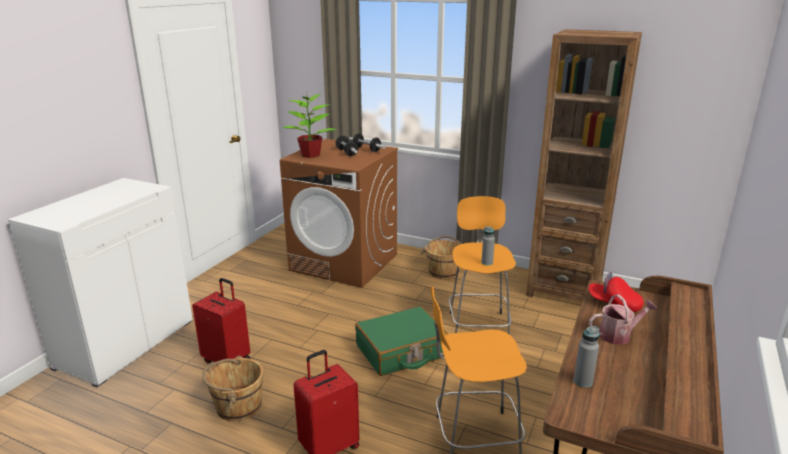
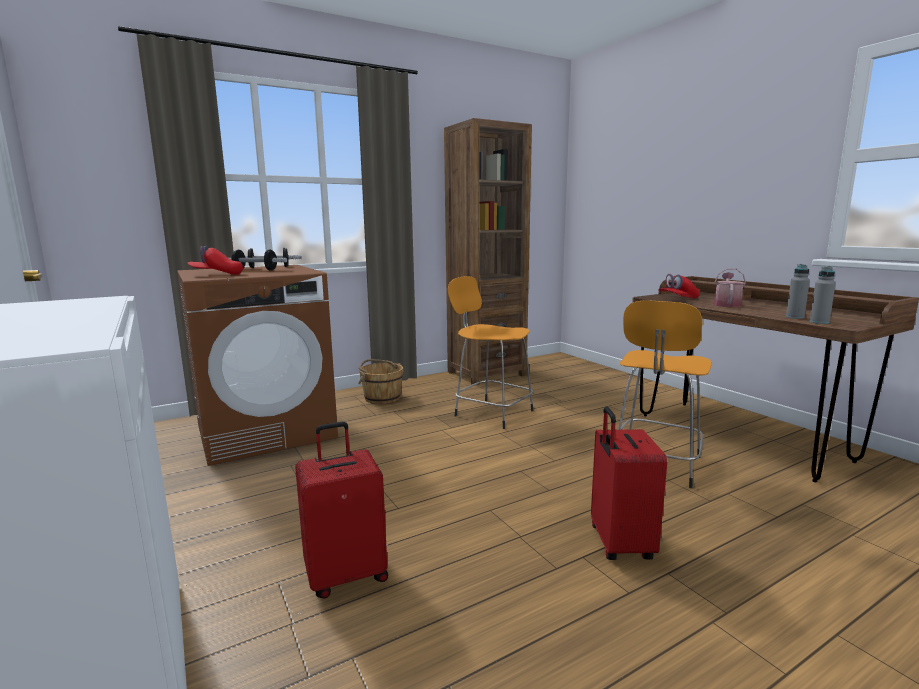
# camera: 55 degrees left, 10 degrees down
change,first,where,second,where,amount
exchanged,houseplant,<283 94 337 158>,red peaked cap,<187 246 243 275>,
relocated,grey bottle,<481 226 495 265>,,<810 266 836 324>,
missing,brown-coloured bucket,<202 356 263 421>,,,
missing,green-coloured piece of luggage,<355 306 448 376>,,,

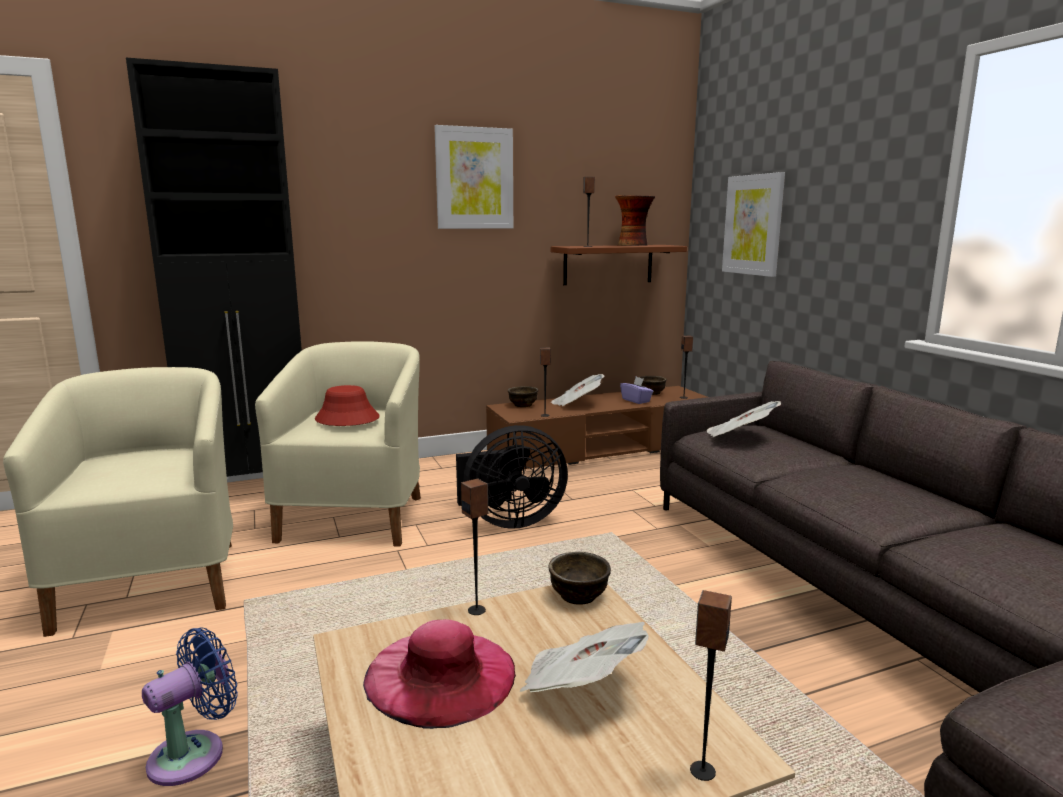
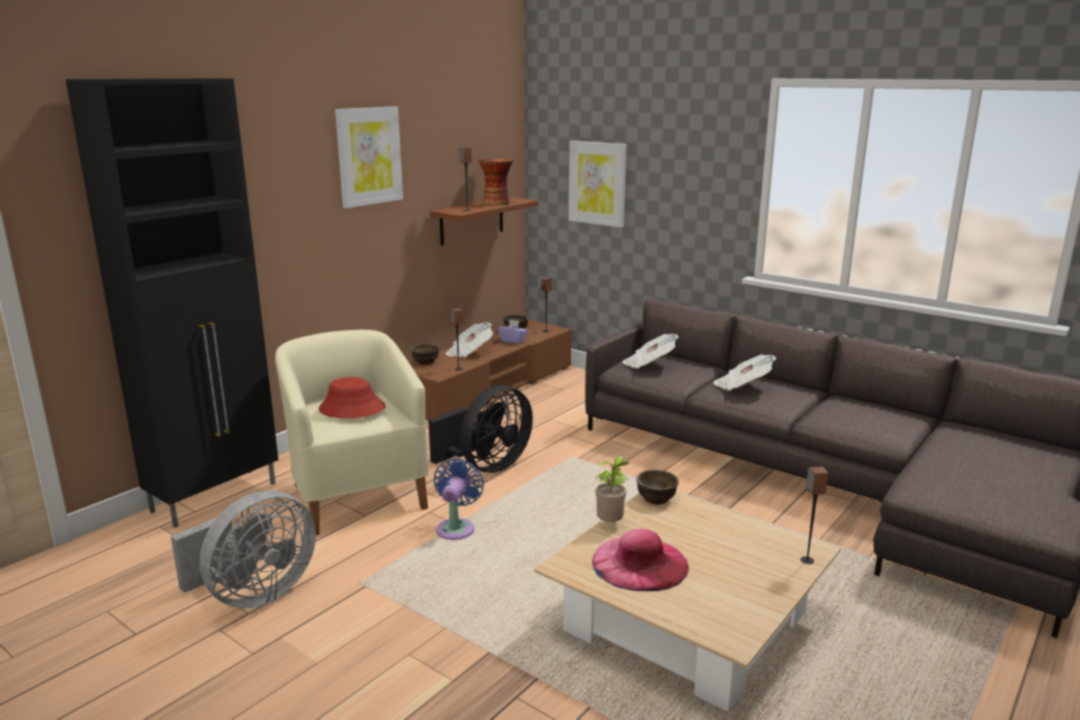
# camera: 30 degrees left, 5 degrees up
change,first,where,second,where,amount
exchanged,beige lounge chair,<3 367 233 637>,grey fan,<171 490 316 608>,
relocated,blue fan,<142 627 238 786>,,<434 458 484 540>,
exchanged,loudspeaker,<461 479 488 615>,houseplant,<596 456 629 522>,
relocated,newspaper,<519 622 649 692>,,<713 354 776 391>,

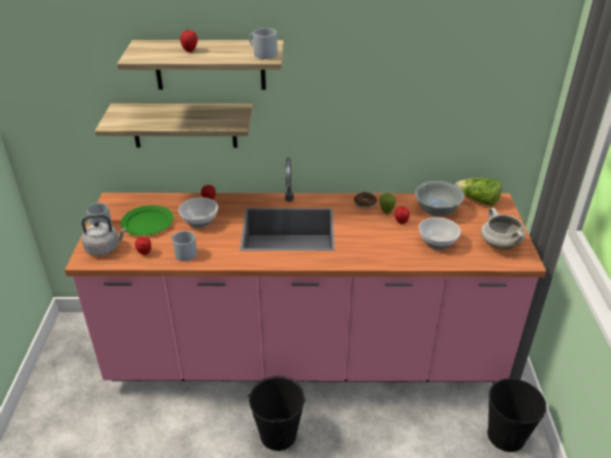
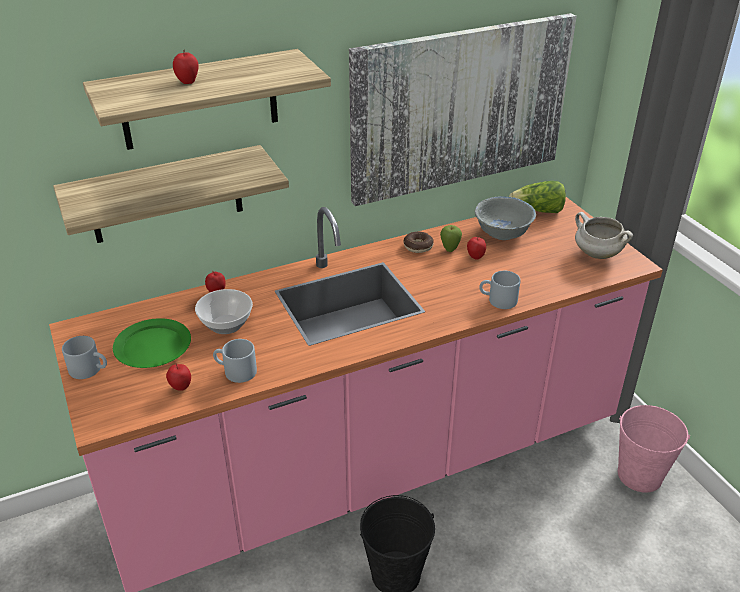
# camera: 25 degrees left, 0 degrees up
change,first,where,second,where,amount
appeared,,,picture,<349 13 577 206>,
relocated,grey coffee mug,<249 28 278 59>,,<479 271 521 309>,
colour,blackish bucket,<487 378 547 452>,pinkish bucket,<618 405 690 493>,
missing,grey tea kettle,<81 214 127 256>,,,
missing,bowl,<419 217 461 250>,,,

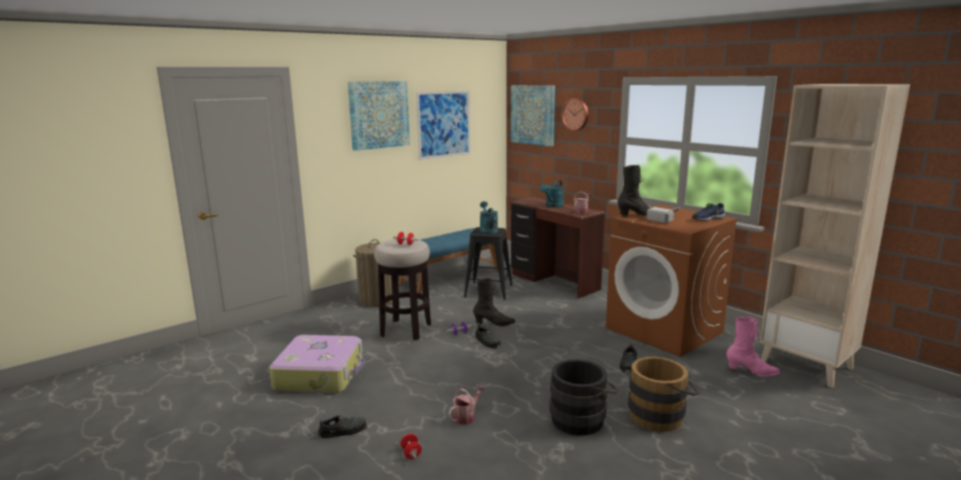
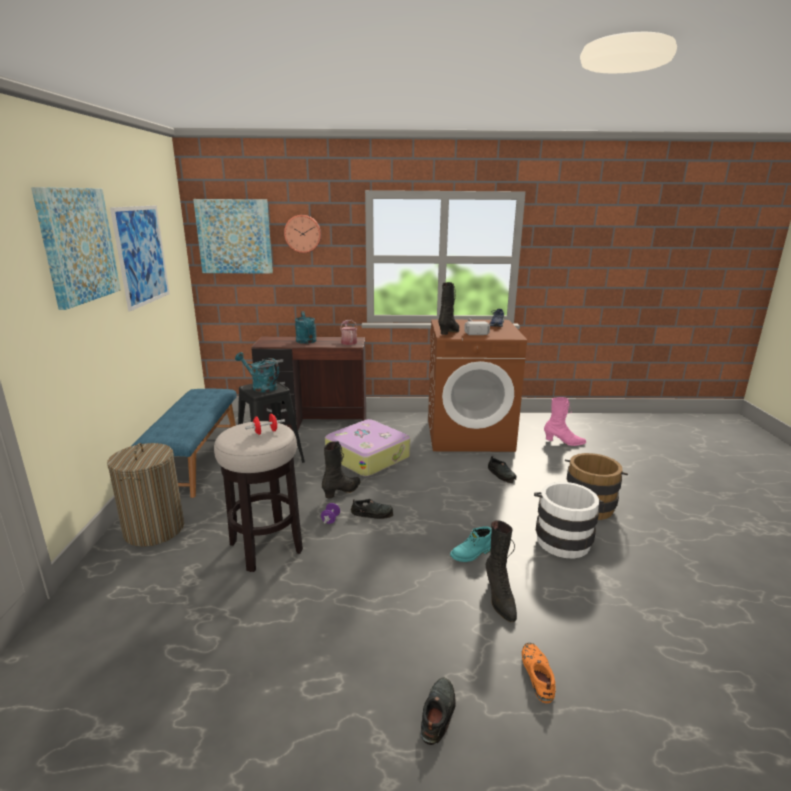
# camera: 50 degrees left, 5 degrees up
change,first,where,second,where,amount
relocated,piece of luggage,<269 335 365 394>,,<325 419 410 477>,
appeared,,,turquoise-coloured high-top boot,<450 526 492 562>,
exchanged,watering can,<448 385 485 425>,blackish high-top boot,<486 520 517 622>,
exchanged,red dumbbell,<401 434 422 459>,orangey item of footwear,<522 643 556 703>,
colour,blackish bucket,<549 360 618 436>,whitish bucket,<534 482 604 558>,
spun,pinkish high-top boot,<726 317 780 377>,,<544 397 586 446>,45 degrees clockwise
missing,beige bookshelf,<759 84 910 388>,,,

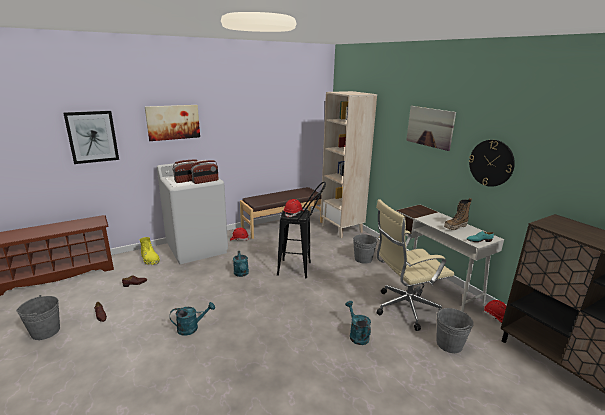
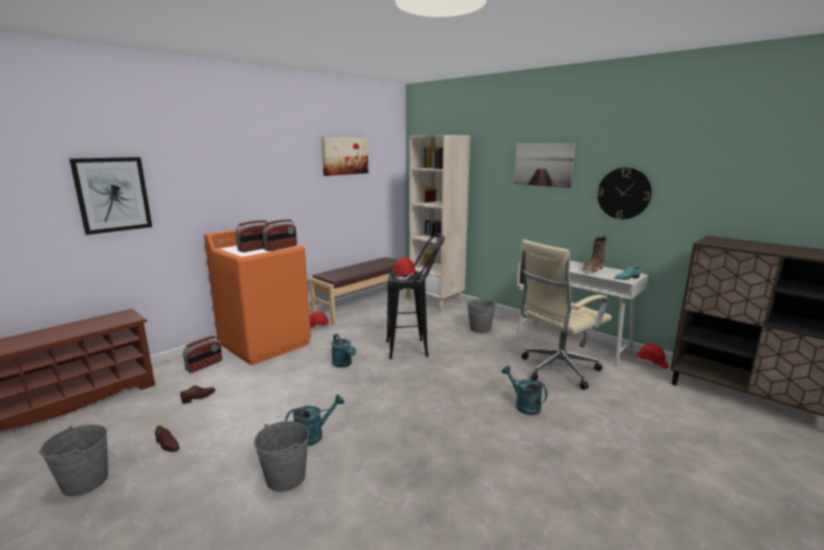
# camera: 15 degrees left, 5 degrees down
change,first,where,second,where,amount
exchanged,yellow high-top boot,<140 237 160 265>,radio set,<183 336 222 373>,
colour,whitish washing machine,<157 160 228 264>,orangey washing machine,<204 225 311 365>,
relocated,grey bucket,<437 308 474 353>,,<254 421 309 492>,
relocated,picture,<145 105 200 141>,,<321 137 368 176>,

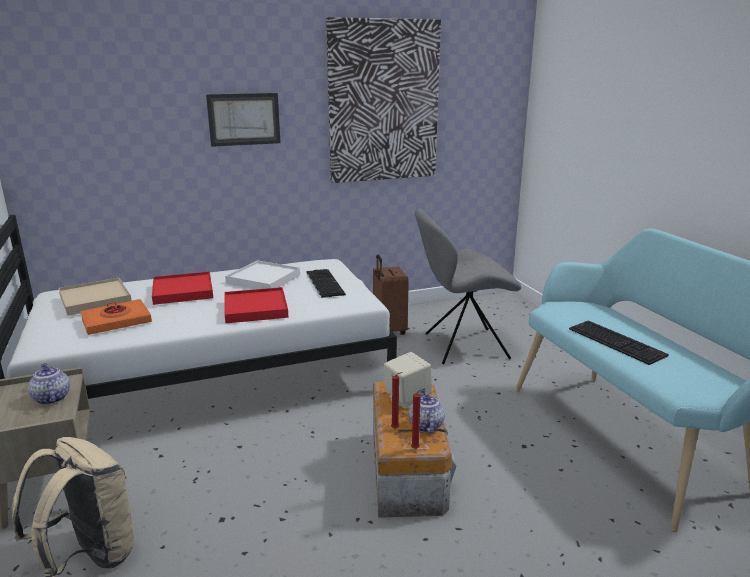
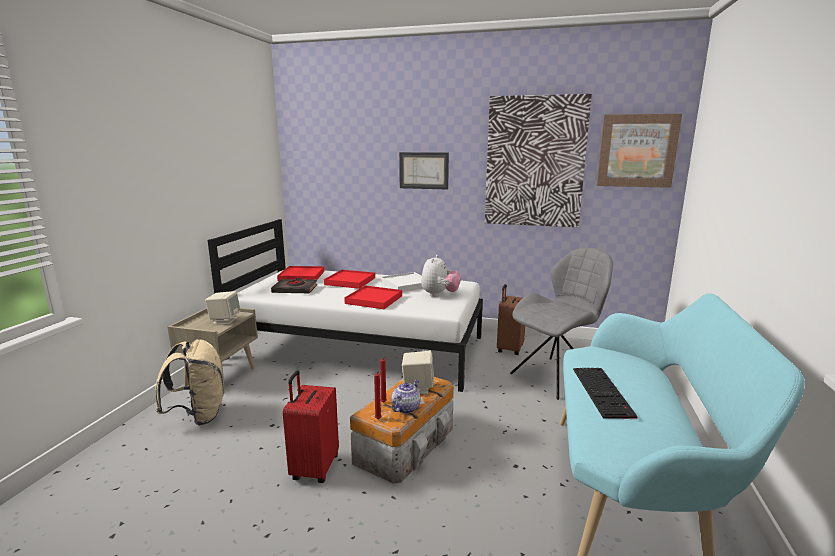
# camera: 35 degrees right, 5 degrees down
change,first,where,second,where,amount
exchanged,teapot,<28 363 70 405>,beige loudspeaker,<205 291 241 325>,
colour,orangey volume,<80 299 152 335>,blackish volume,<271 278 317 293>,
colour,beige carrying tray,<59 278 132 316>,red carrying tray,<277 266 324 281>,
appeared,,,red piece of luggage,<283 370 339 483>,
exchanged,PC keyboard,<307 269 346 298>,cuddly toy,<421 255 461 297>,
spun,grey upright chair,<415 209 521 364>,,<510 248 613 400>,120 degrees clockwise
appeared,,,picture,<597 114 682 188>,

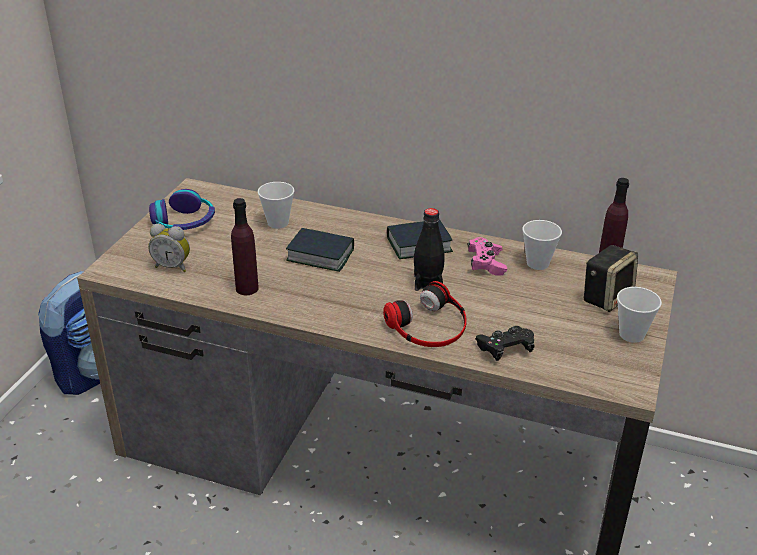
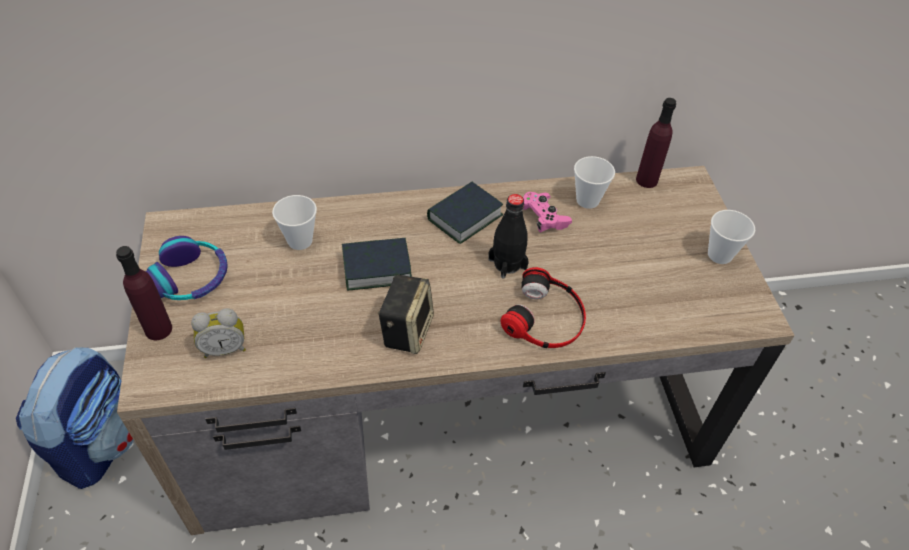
# camera: 30 degrees left, 15 degrees up
change,first,where,second,where,amount
relocated,purplish bottle,<231 198 259 295>,,<116 246 172 340>,
relocated,loudspeaker,<583 245 638 312>,,<378 275 434 354>,
missing,blackish gamepad,<475 326 535 361>,,,

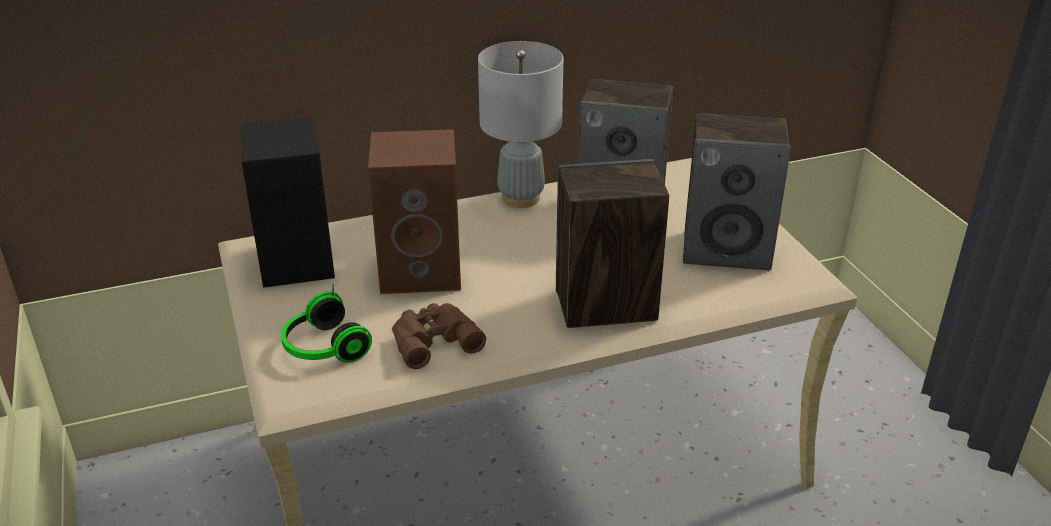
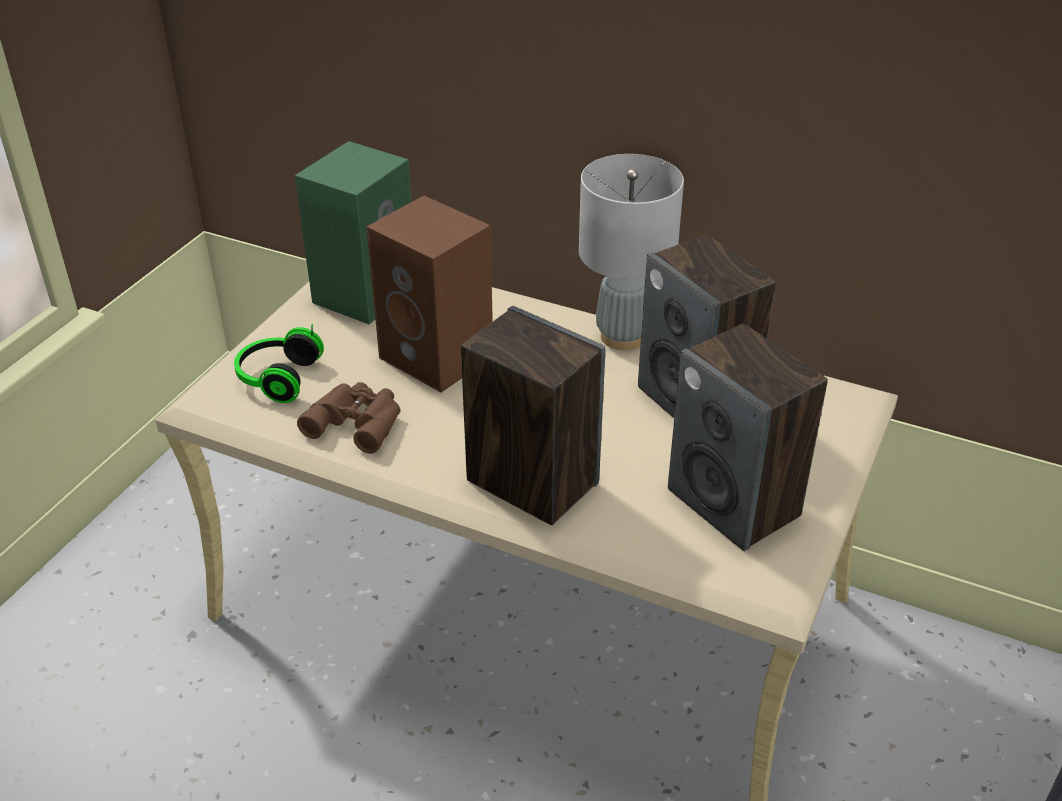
# camera: 45 degrees right, 5 degrees up
change,first,where,second,where,amount
colour,blackish loudspeaker,<240 117 335 288>,green-coloured loudspeaker,<295 141 411 325>,

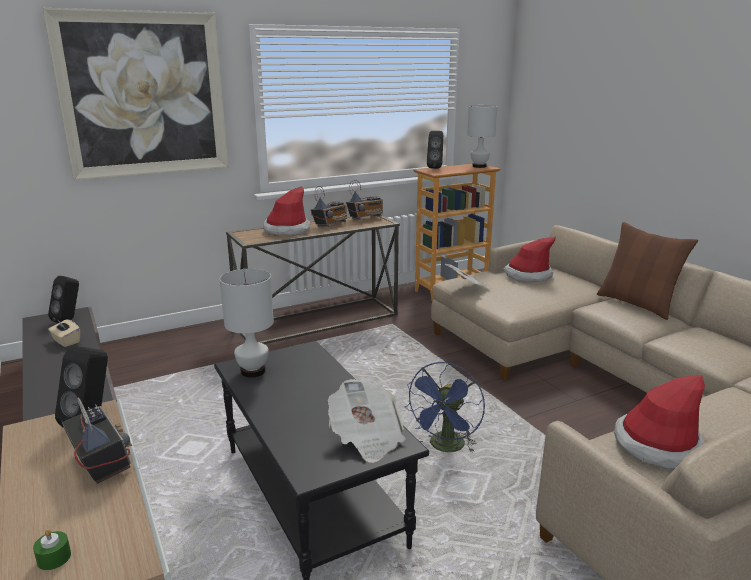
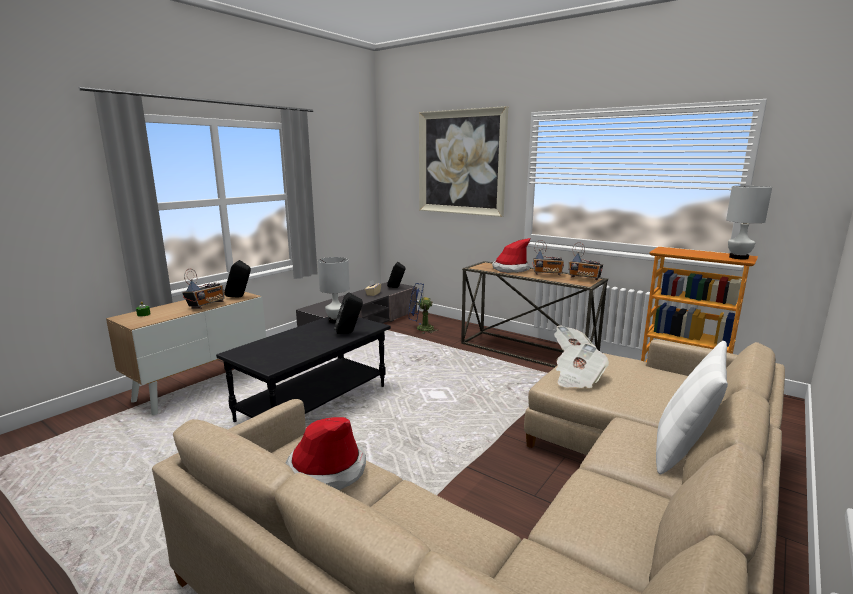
# camera: 65 degrees right, 5 degrees down
change,first,where,second,where,amount
relocated,blackish loudspeaker,<427 131 443 169>,,<334 292 363 334>,
relocated,blue fan,<405 362 485 453>,,<409 283 439 334>,
relocated,newspaper,<328 379 406 463>,,<555 343 609 388>,
colour,brown-coloured pillow,<597 222 698 320>,whitish pillow,<656 341 728 474>,
missing,wearable hat,<504 237 556 283>,,,

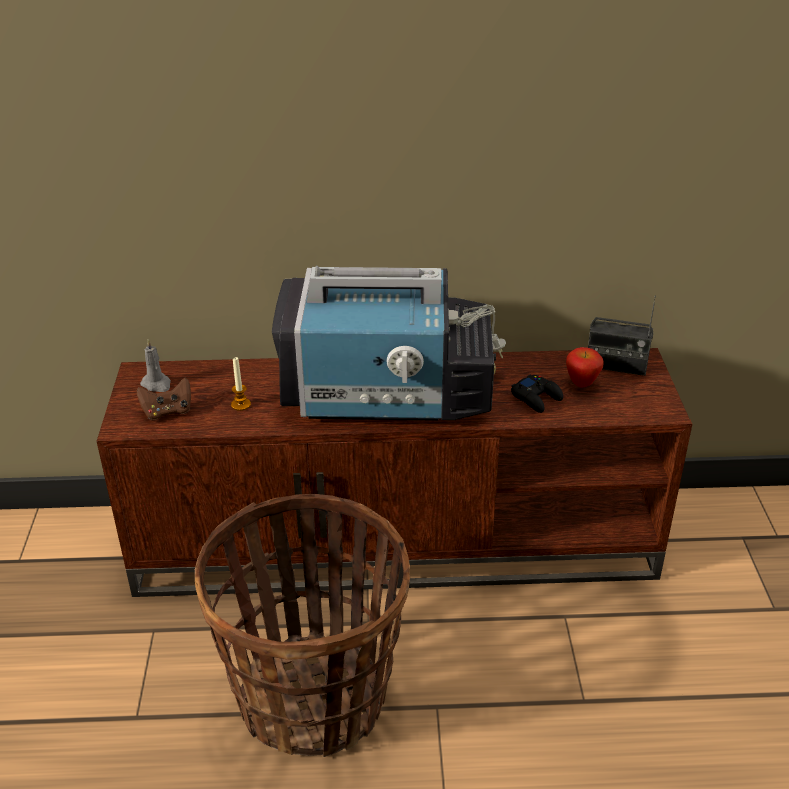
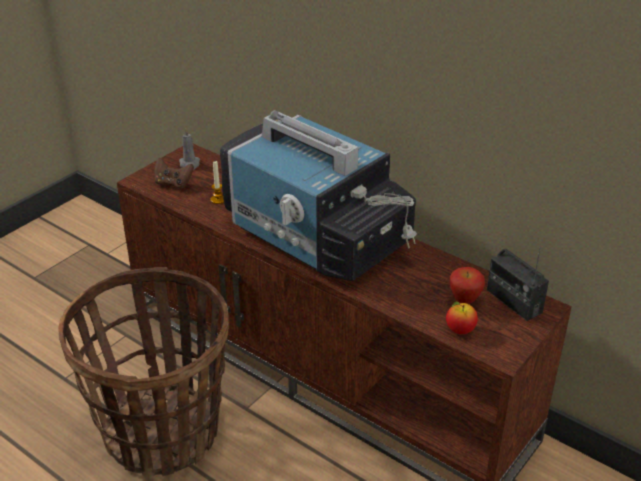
# camera: 40 degrees right, 0 degrees up
change,first,where,second,where,amount
appeared,,,whole apple,<446 301 478 334>,
missing,blackish gamepad,<511 375 563 413>,,,

